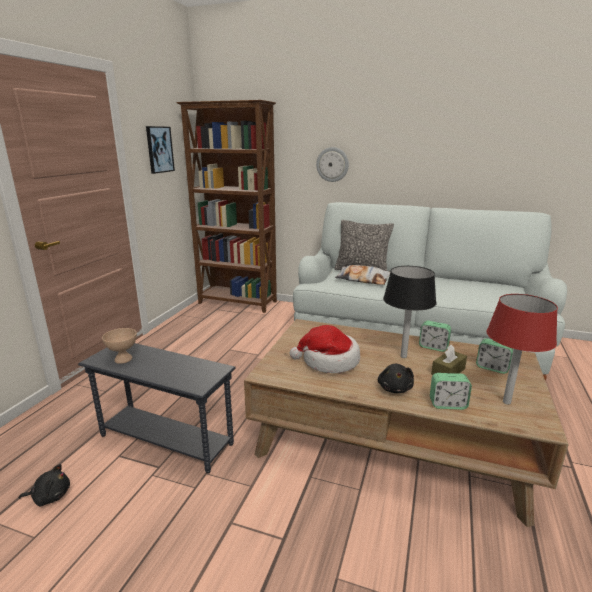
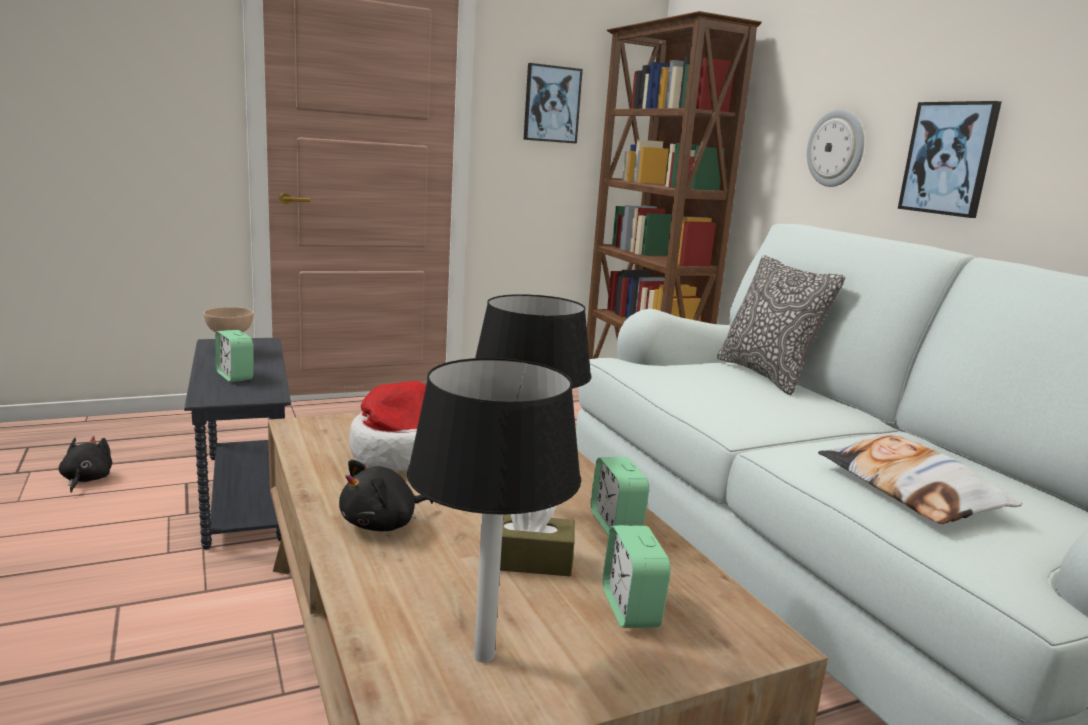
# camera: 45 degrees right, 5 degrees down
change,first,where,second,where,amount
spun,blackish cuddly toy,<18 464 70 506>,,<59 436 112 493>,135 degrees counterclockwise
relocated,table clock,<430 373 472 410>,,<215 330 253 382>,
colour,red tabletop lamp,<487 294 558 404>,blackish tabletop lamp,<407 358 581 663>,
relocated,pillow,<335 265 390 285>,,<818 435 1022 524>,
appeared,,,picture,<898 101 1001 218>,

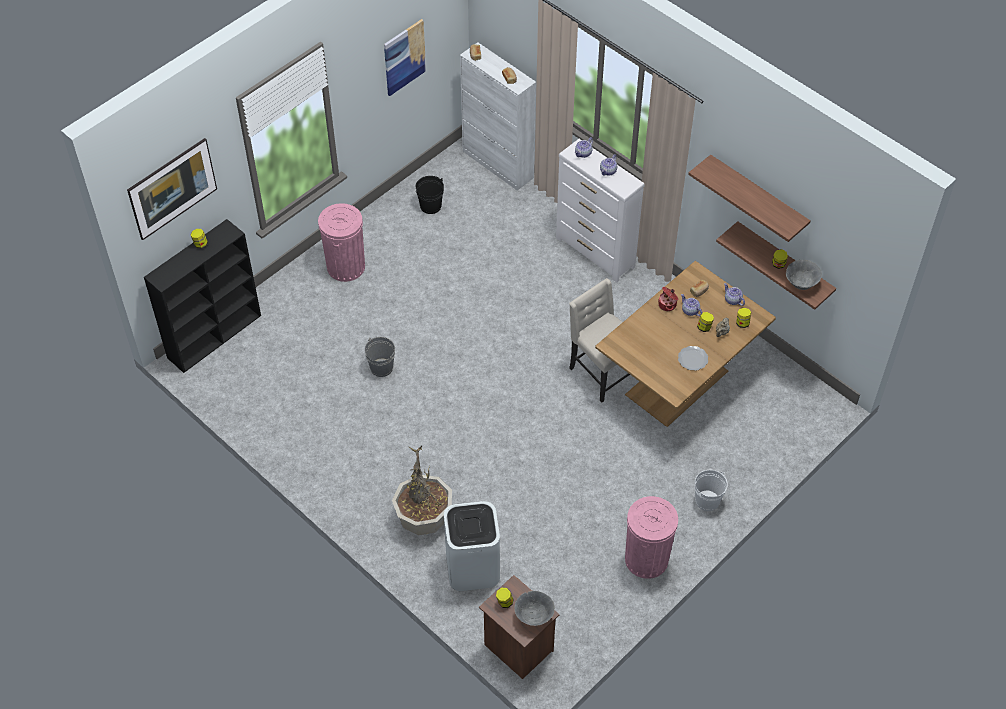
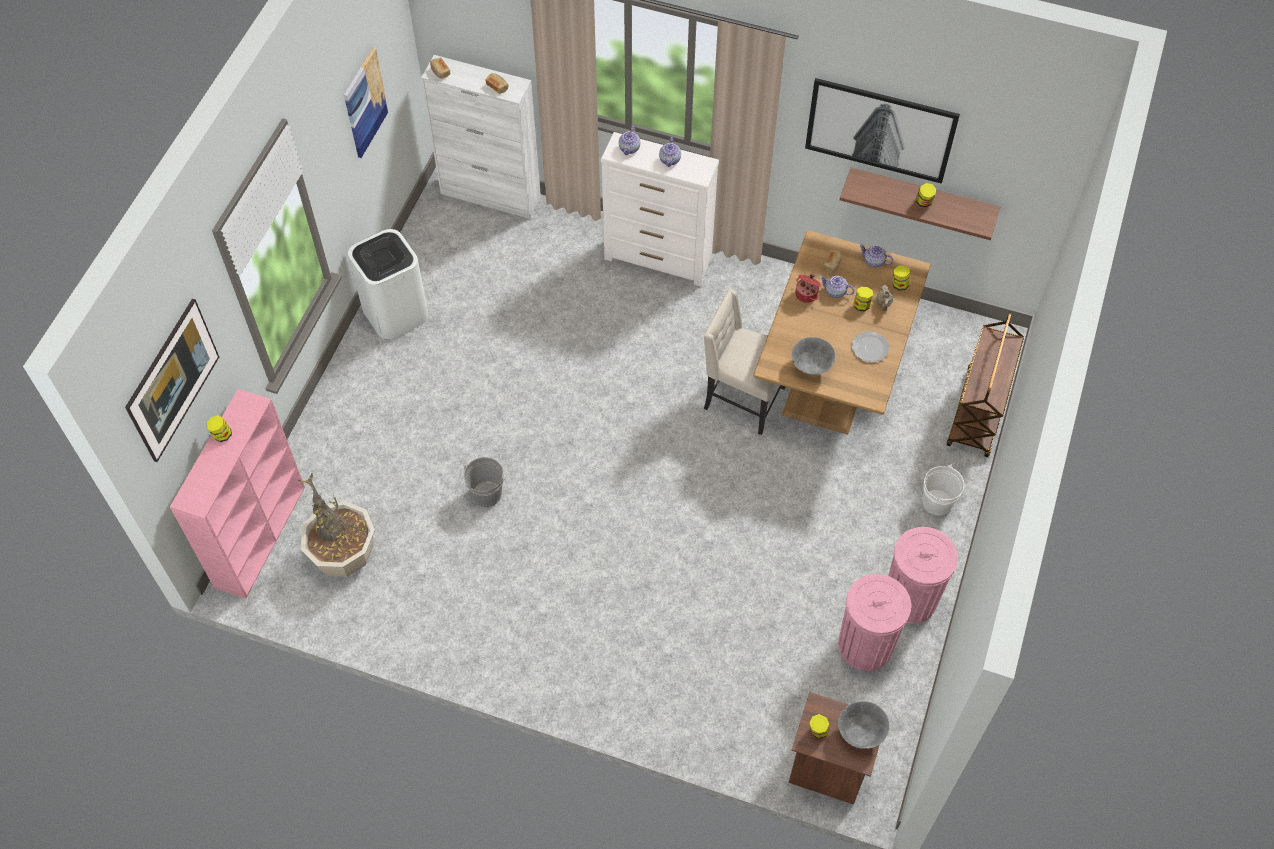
# camera: 25 degrees left, 5 degrees up
change,first,where,second,where,amount
colour,blackish bookshelf,<144 219 261 373>,pinkish bookshelf,<170 389 305 599>,
relocated,houseplant,<392 446 452 535>,,<298 473 375 577>,
relocated,whitish rubbish bin,<444 501 500 591>,,<348 229 429 339>,
relocated,grey bowl,<786 260 822 290>,,<792 337 836 375>,
exchanged,shelf,<688 155 811 242>,picture,<805 78 960 184>,
relocated,pinkish rubbish bin,<318 203 365 282>,,<838 574 911 671>,
appeared,,,brown-coloured wheeled cart,<947 313 1024 457>,
missing,blackish bucket,<415 176 444 214>,,,

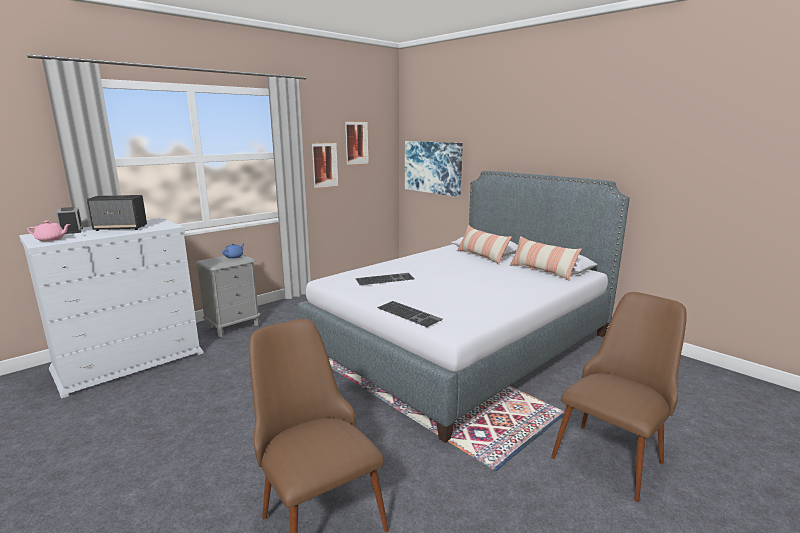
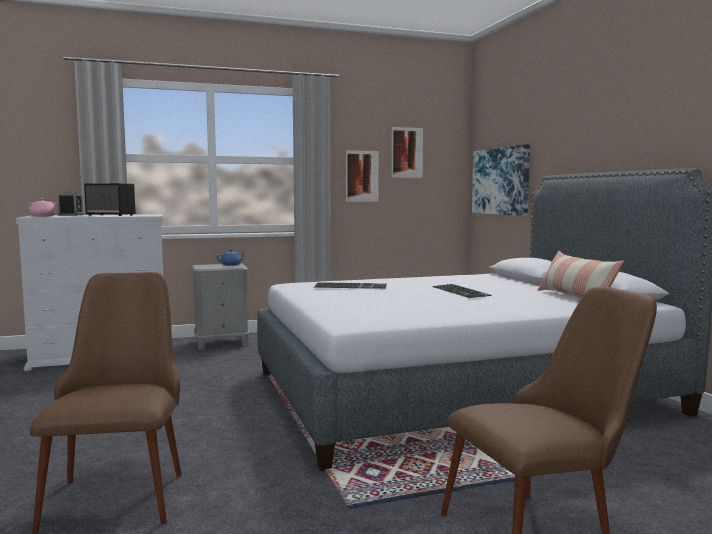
# camera: 25 degrees right, 10 degrees down
change,first,where,second,where,amount
relocated,PC keyboard,<377 301 443 327>,,<432 284 491 298>,
missing,pillow,<457 225 512 265>,,,

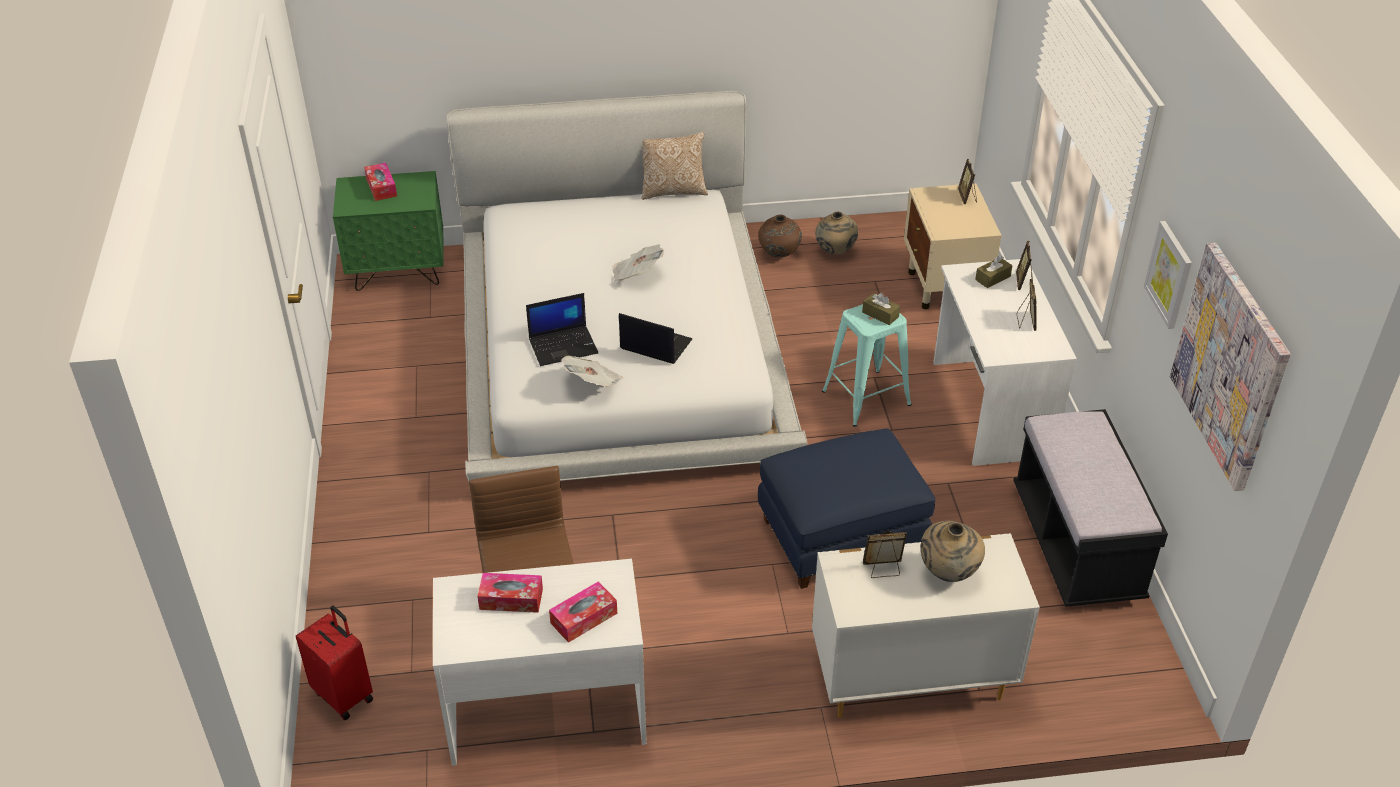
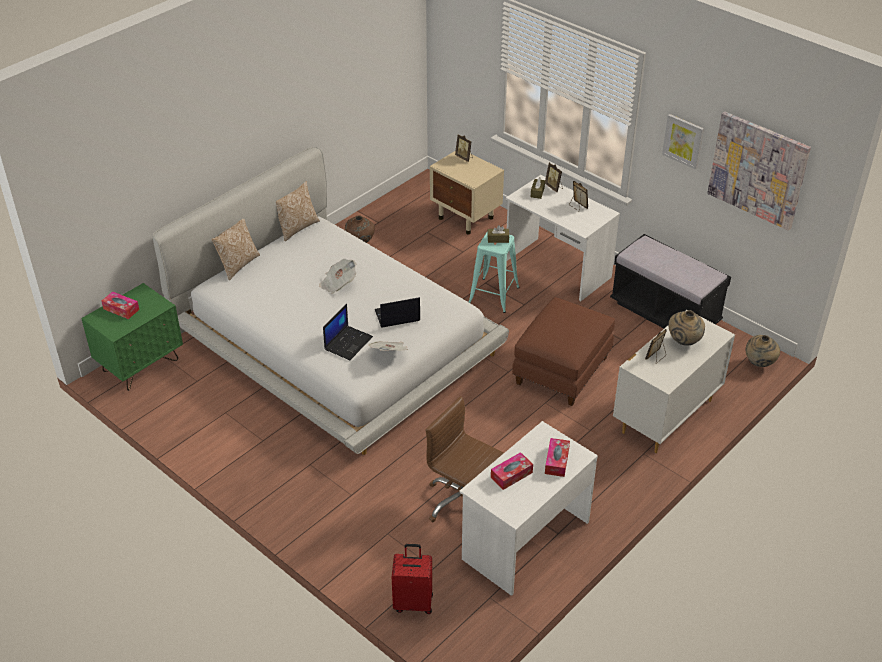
# camera: 40 degrees left, 0 degrees up
change,first,where,second,where,amount
appeared,,,pillow,<211 219 260 280>,
colour,blue ottoman,<758 428 936 589>,brown-coloured ottoman,<512 297 615 406>,
relocated,beige vase,<815 212 858 255>,,<746 335 780 367>,

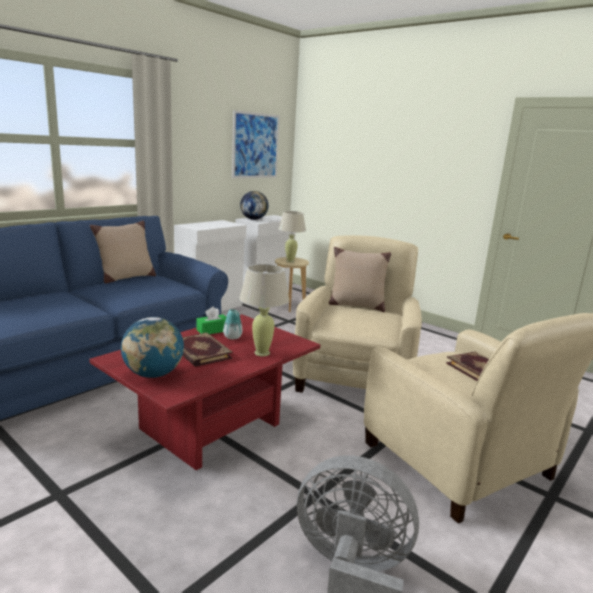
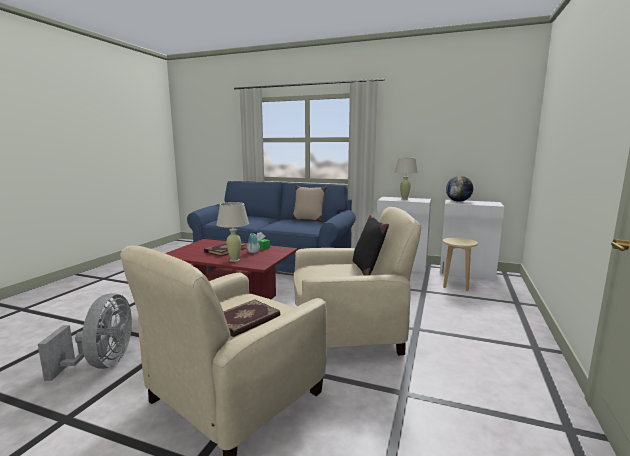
# camera: 70 degrees right, 5 degrees down
change,first,where,second,where,amount
colour,beige pillow,<329 247 391 312>,blackish pillow,<352 214 389 275>,
relocated,beige tabletop lamp,<279 211 306 262>,,<395 158 418 200>,
missing,desk globe,<121 317 184 378>,,,
missing,picture,<232 110 280 178>,,,

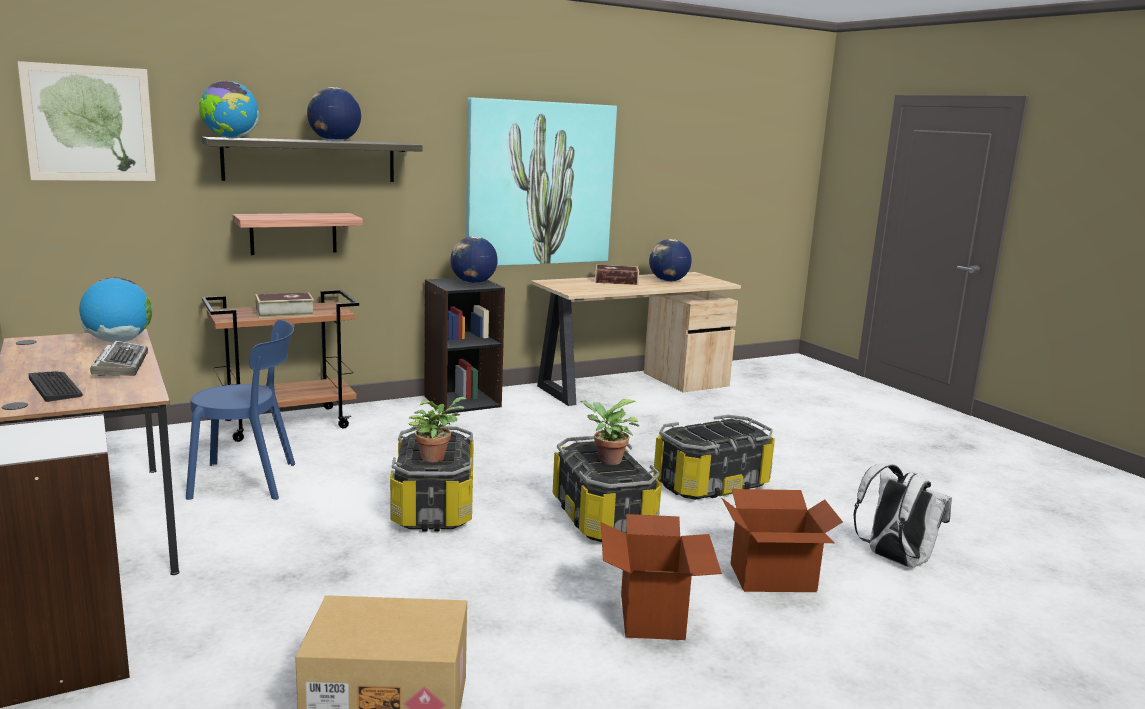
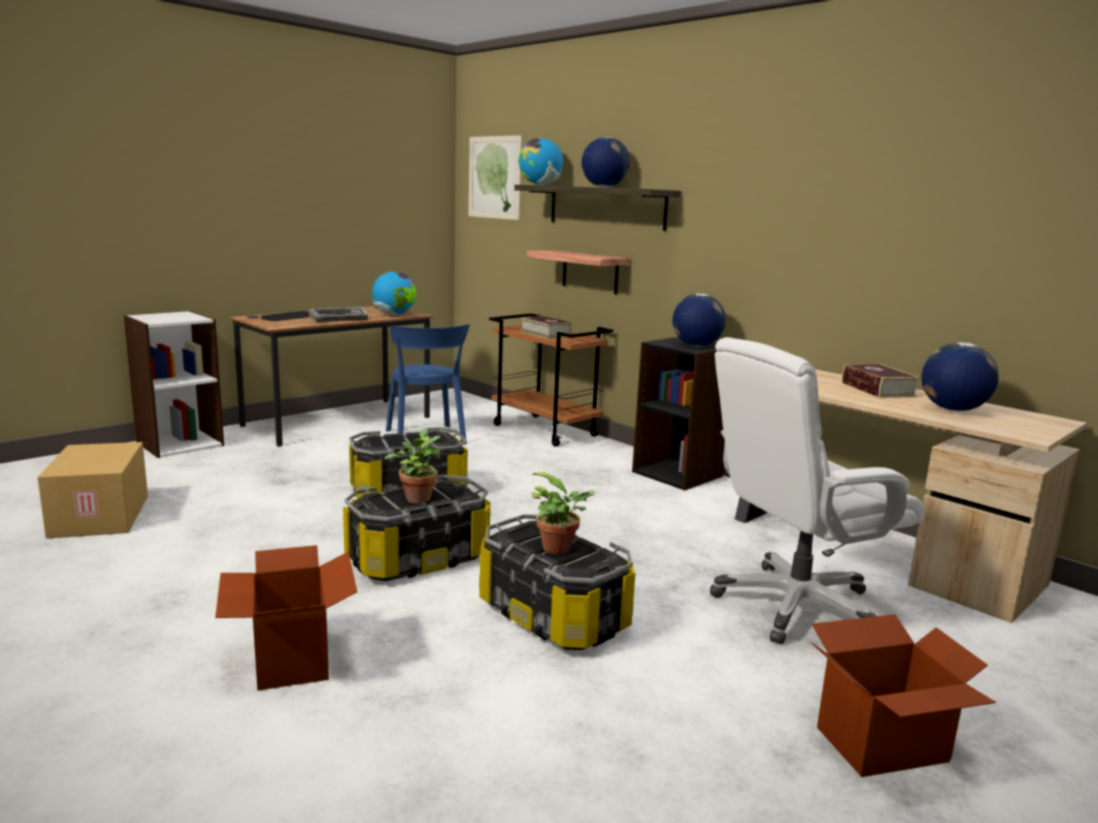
# camera: 75 degrees right, 0 degrees up
change,first,where,second,where,amount
relocated,houseplant,<409 397 466 462>,,<531 472 595 554>,
appeared,,,whitish computer chair,<710 337 925 644>,
relocated,cardboard box,<601 514 722 640>,,<811 614 996 777>,
missing,picture,<466 98 617 266>,,,
missing,whitish rucksack,<853 463 952 568>,,,

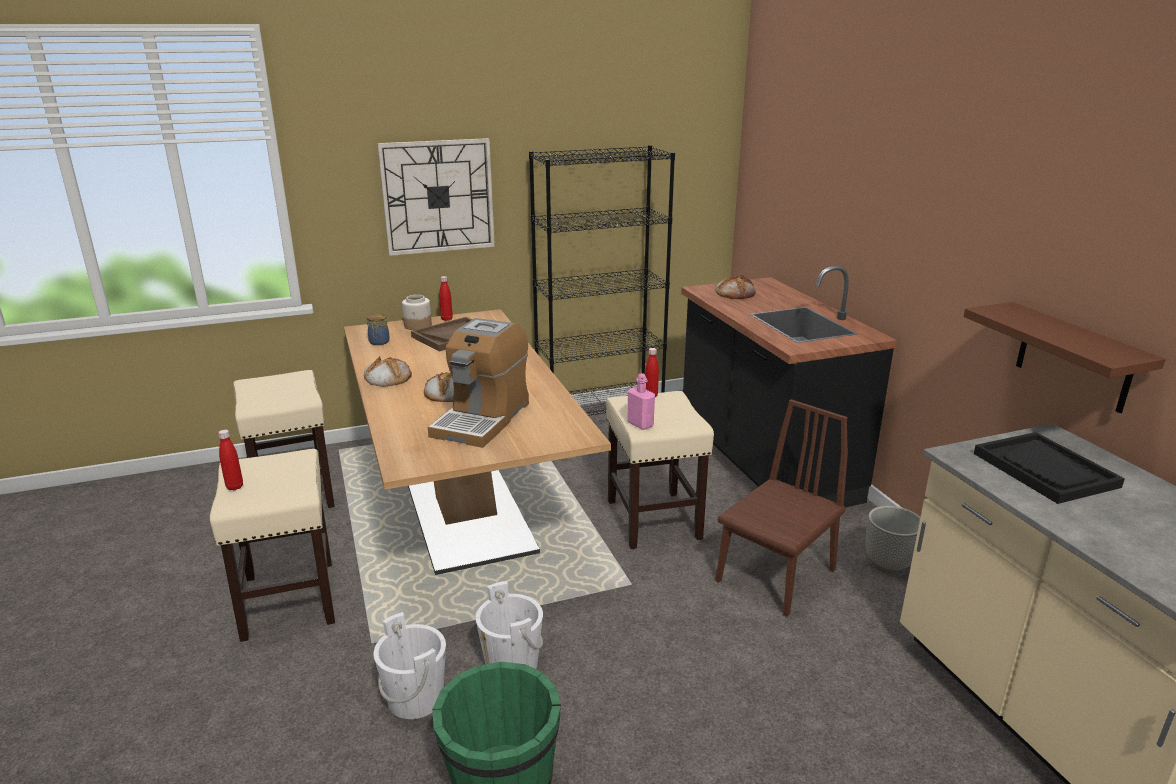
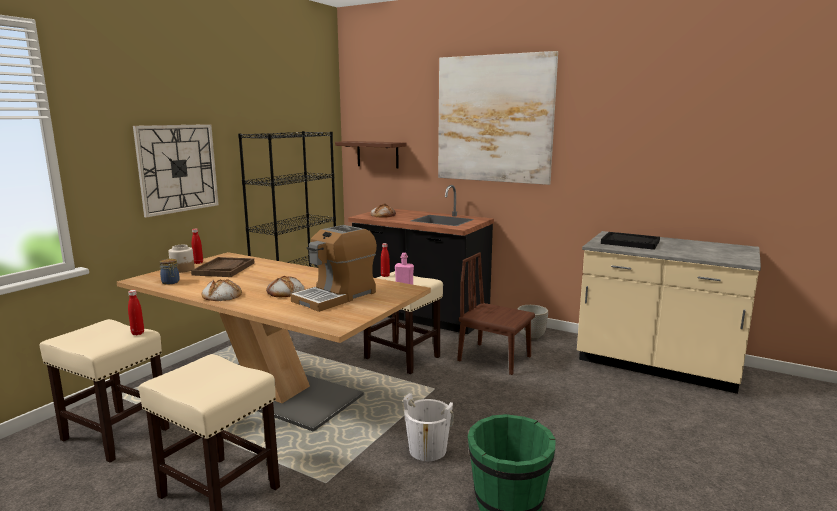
# camera: 40 degrees left, 10 degrees down
change,first,where,second,where,amount
relocated,red bottle,<218 430 243 491>,,<128 290 144 335>,
spun,coffee machine,<428 318 529 448>,,<290 225 377 312>,60 degrees clockwise
relocated,brown-coloured shelf,<964 302 1166 413>,,<335 141 406 168>,
appeared,,,picture,<438 51 558 185>,
spun,brown-coloured upright chair,<715 399 848 617>,,<457 252 535 375>,60 degrees counterclockwise
missing,whitish bucket,<373 612 446 719>,,,

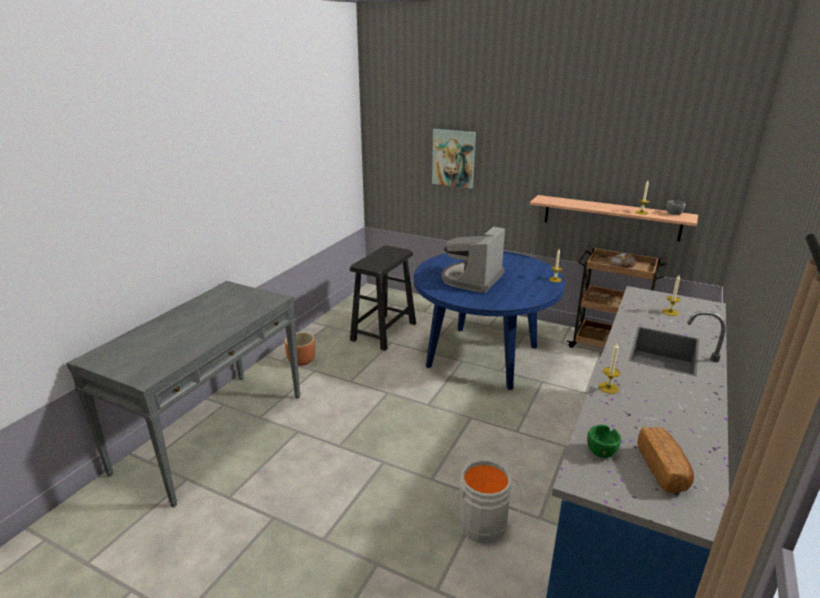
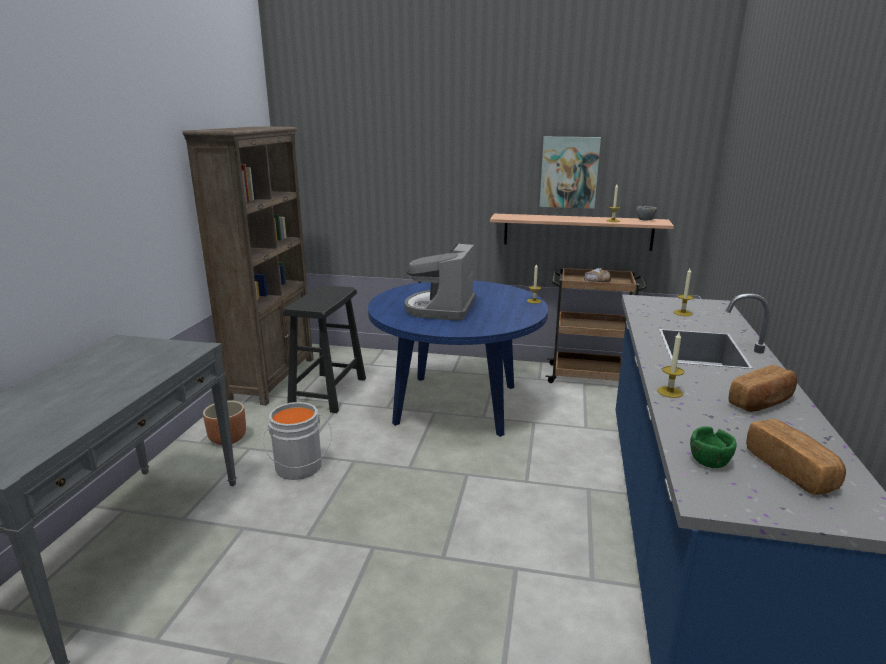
# camera: 15 degrees left, 5 degrees down
change,first,where,second,where,amount
appeared,,,brown-coloured bookshelf,<182 127 314 406>,
relocated,grey bucket,<454 459 522 544>,,<263 402 332 480>,
relocated,picture,<432 129 476 189>,,<540 137 601 209>,
appeared,,,baked bread,<729 365 797 412>,

